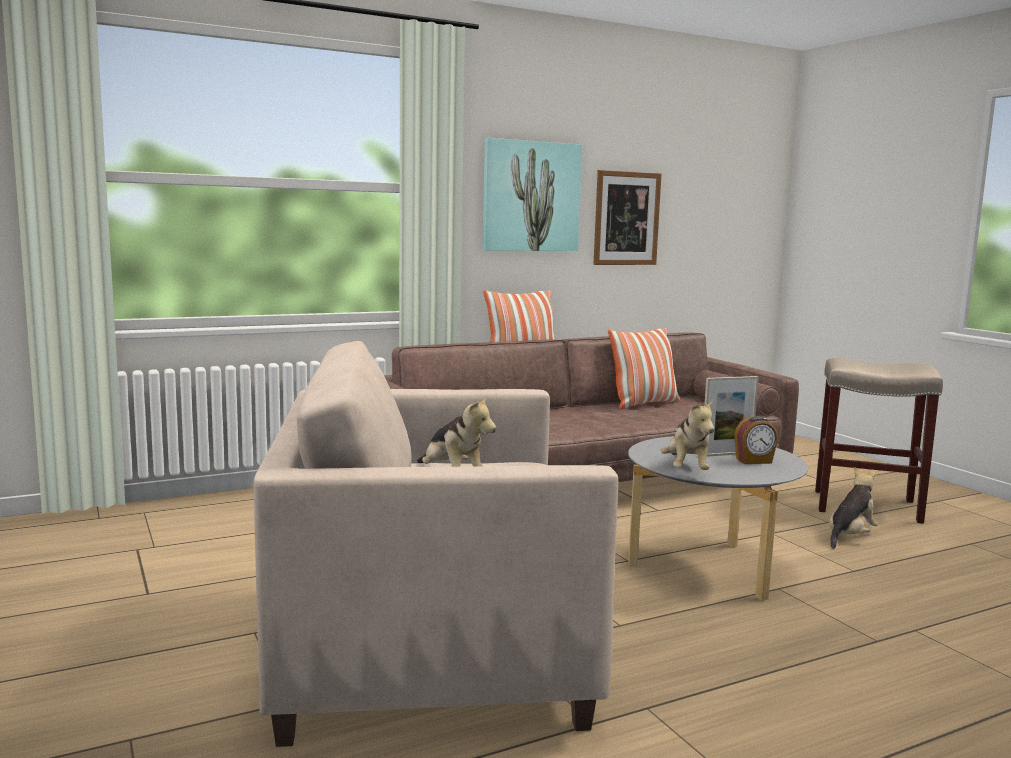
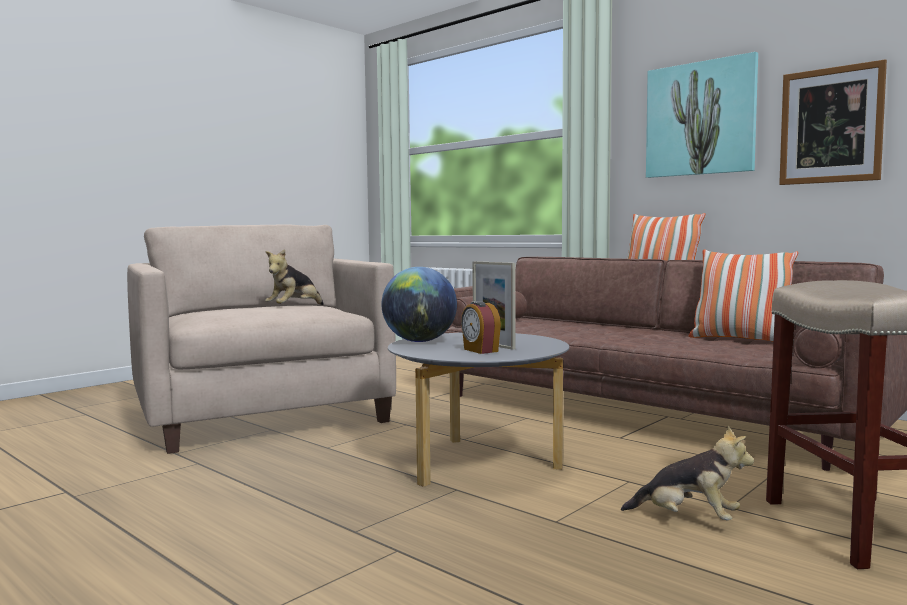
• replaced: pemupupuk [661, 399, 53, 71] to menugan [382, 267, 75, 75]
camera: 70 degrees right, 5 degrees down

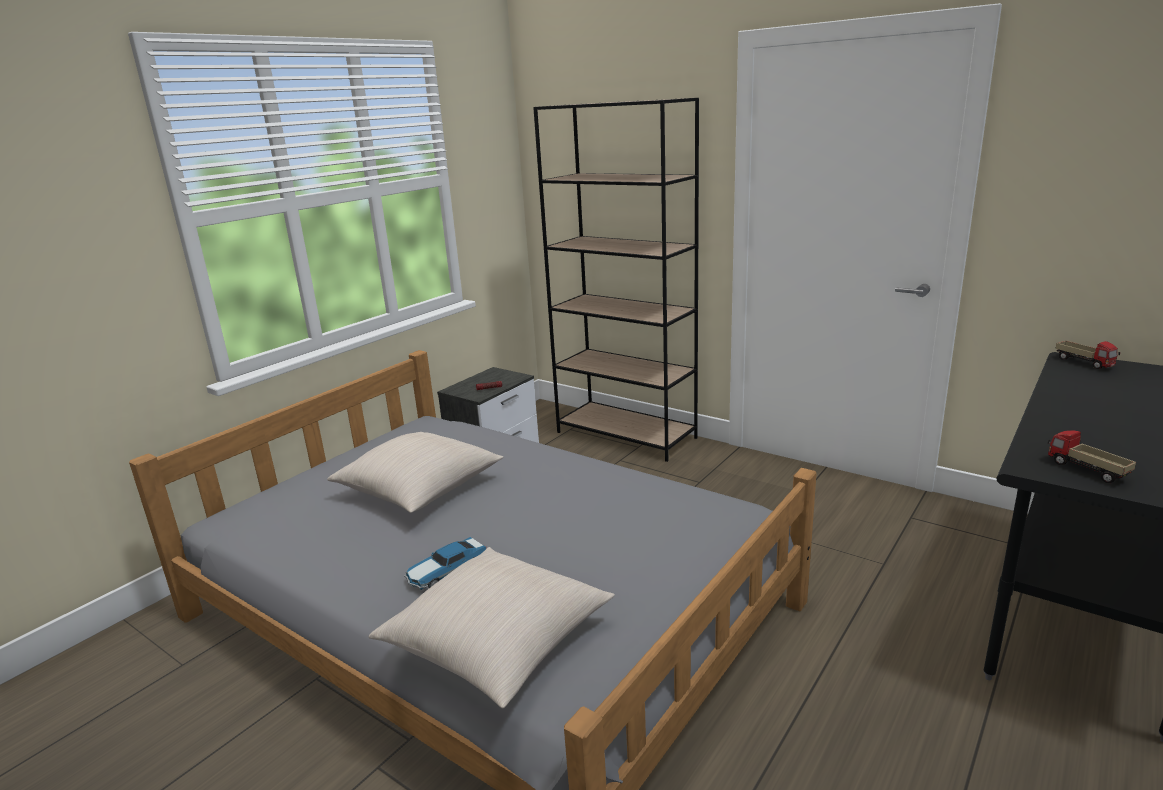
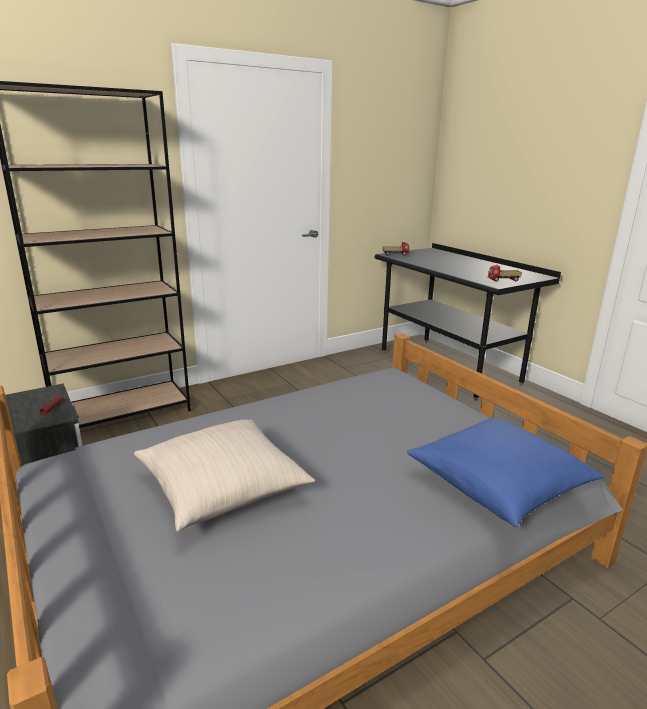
• removed: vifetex [404, 537, 83, 53]
• recoloured: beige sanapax [369, 547, 246, 161] to blue sanapax [407, 418, 197, 109]
camera: 70 degrees left, 0 degrees up

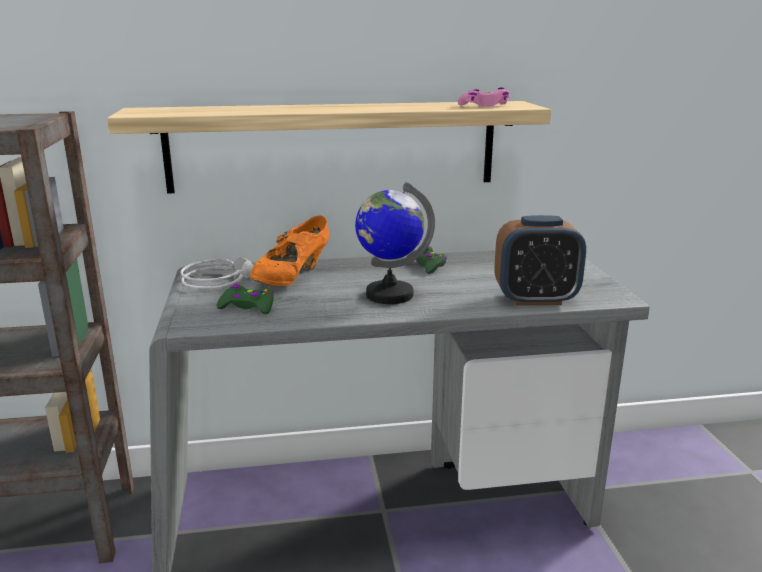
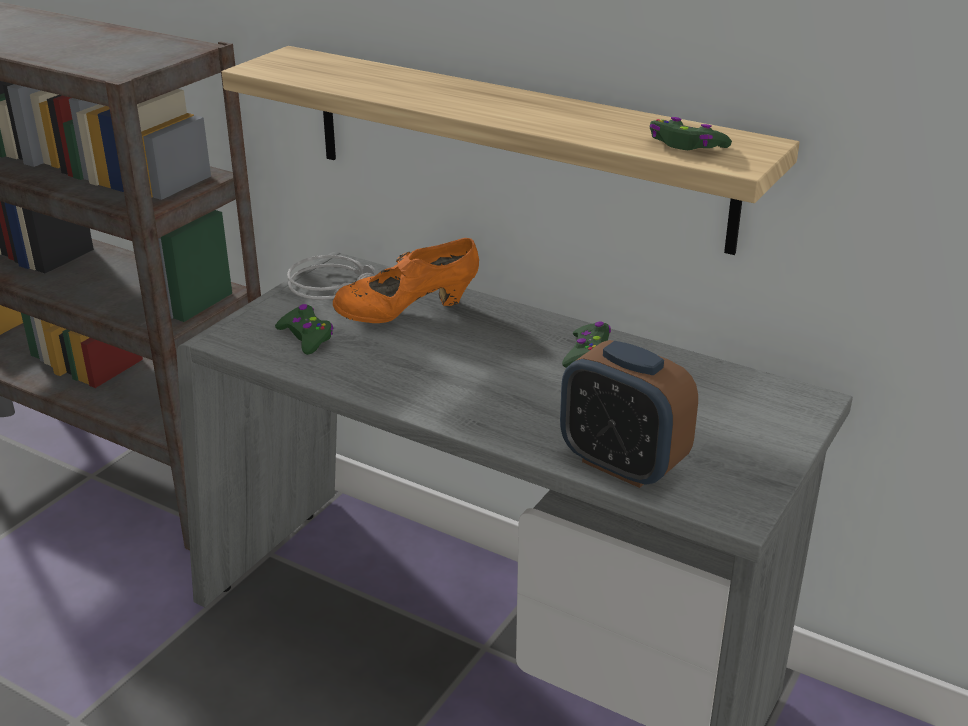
• recoloured: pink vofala [458, 87, 52, 19] to green vofala [650, 117, 82, 33]
• removed: menugan [355, 182, 80, 122]
camera: 40 degrees right, 10 degrees up

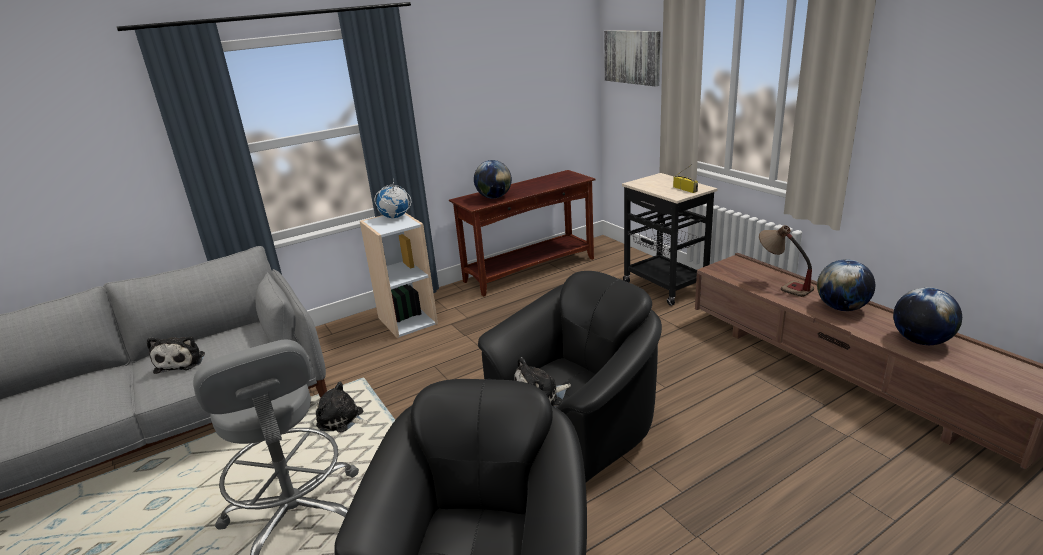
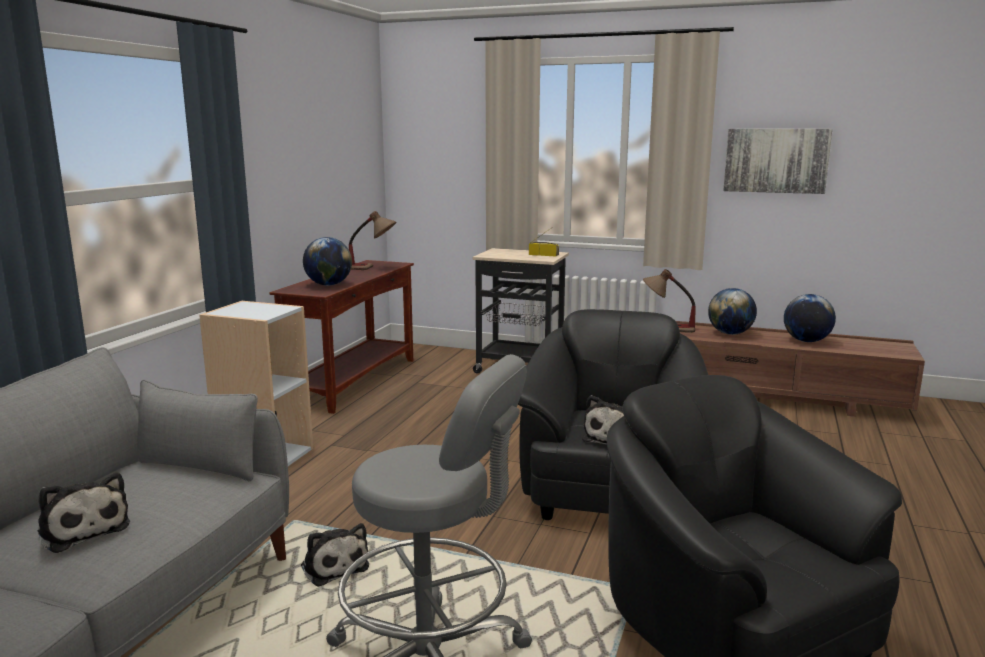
• moved: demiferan [604, 30, 56, 57] to [723, 129, 109, 65]
• removed: menugan [374, 181, 37, 37]
• turned: pemupupuk [316, 382, 53, 51] = [301, 523, 68, 64] 105 degrees counterclockwise
• added: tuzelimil [349, 211, 47, 59]
camera: 40 degrees left, 10 degrees down

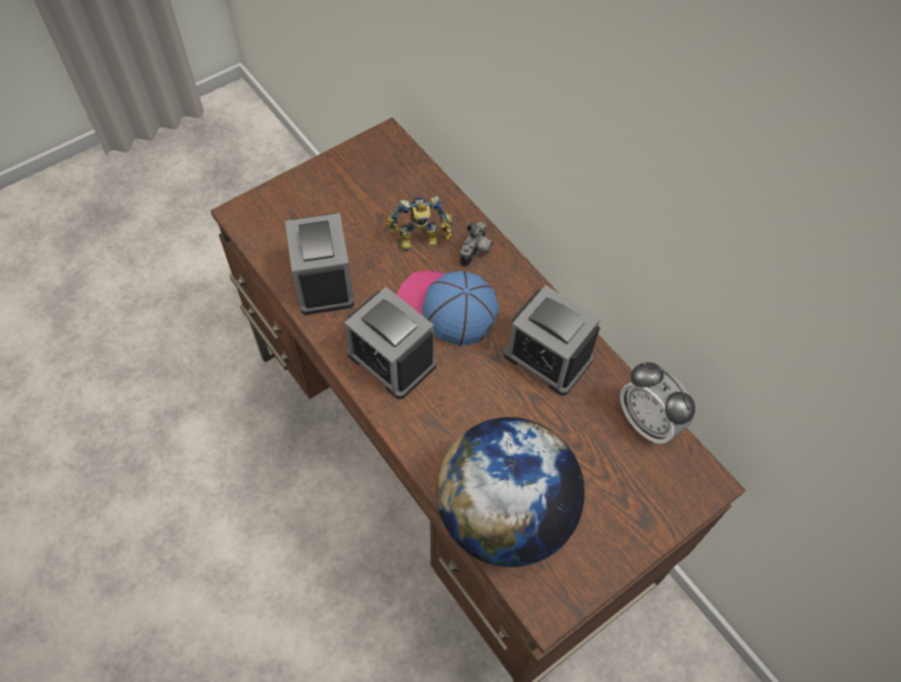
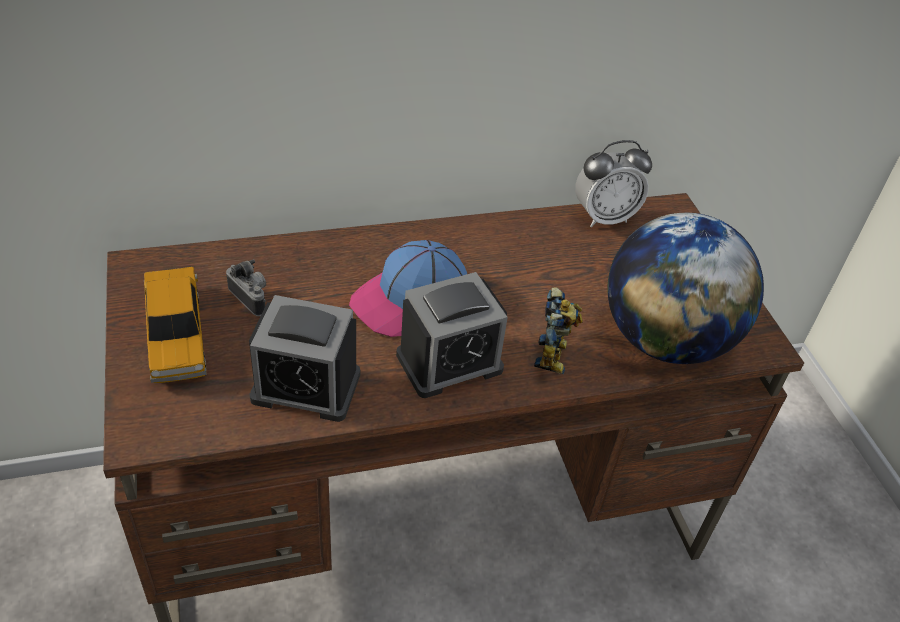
• moved: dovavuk [386, 196, 67, 55] to [534, 287, 49, 87]
• moved: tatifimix [460, 222, 33, 45] to [226, 259, 40, 57]
• removed: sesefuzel [503, 285, 97, 111]
• added: vifetex [144, 267, 63, 116]
camera: 70 degrees left, 15 degrees down

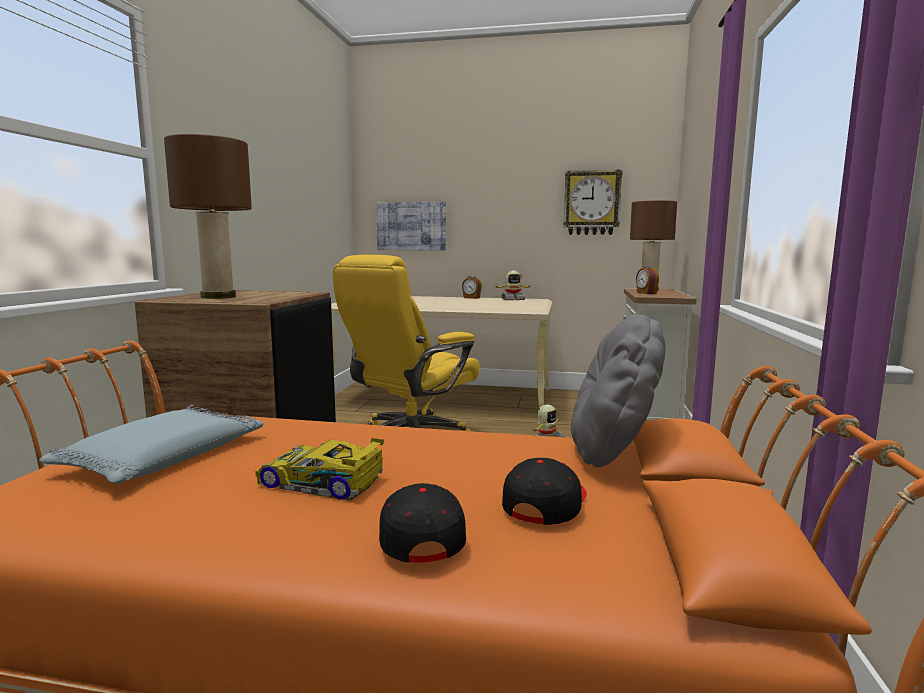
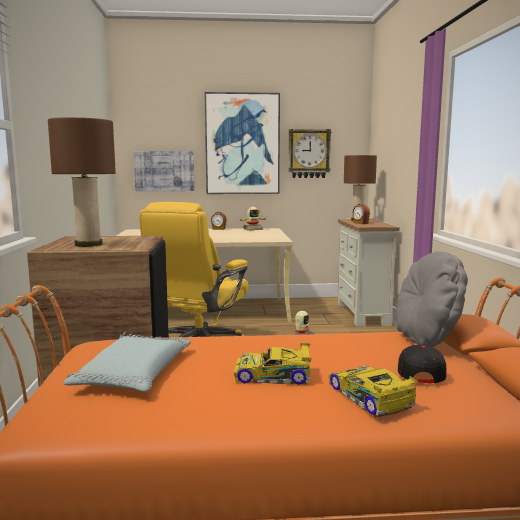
• replaced: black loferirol [379, 483, 87, 80] to vifetex [328, 365, 90, 52]
• added: demiferan [204, 92, 76, 102]
camera: 15 degrees left, 0 degrees up

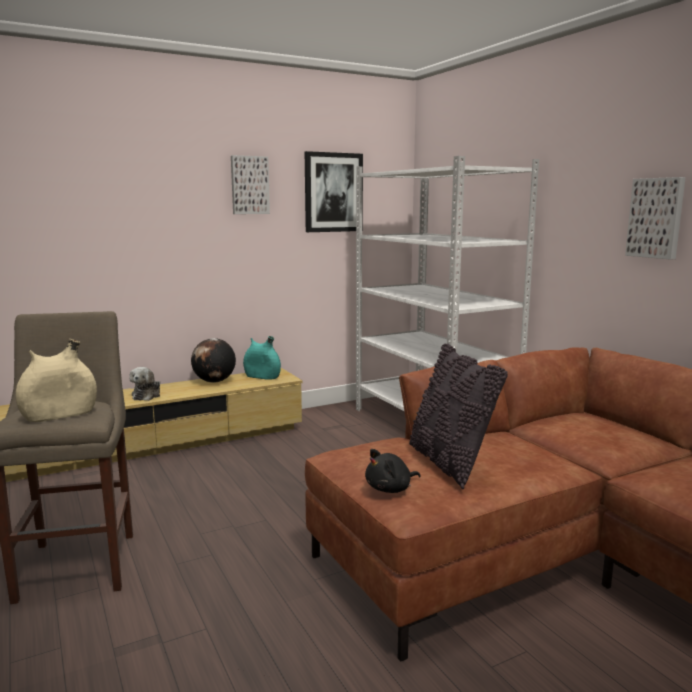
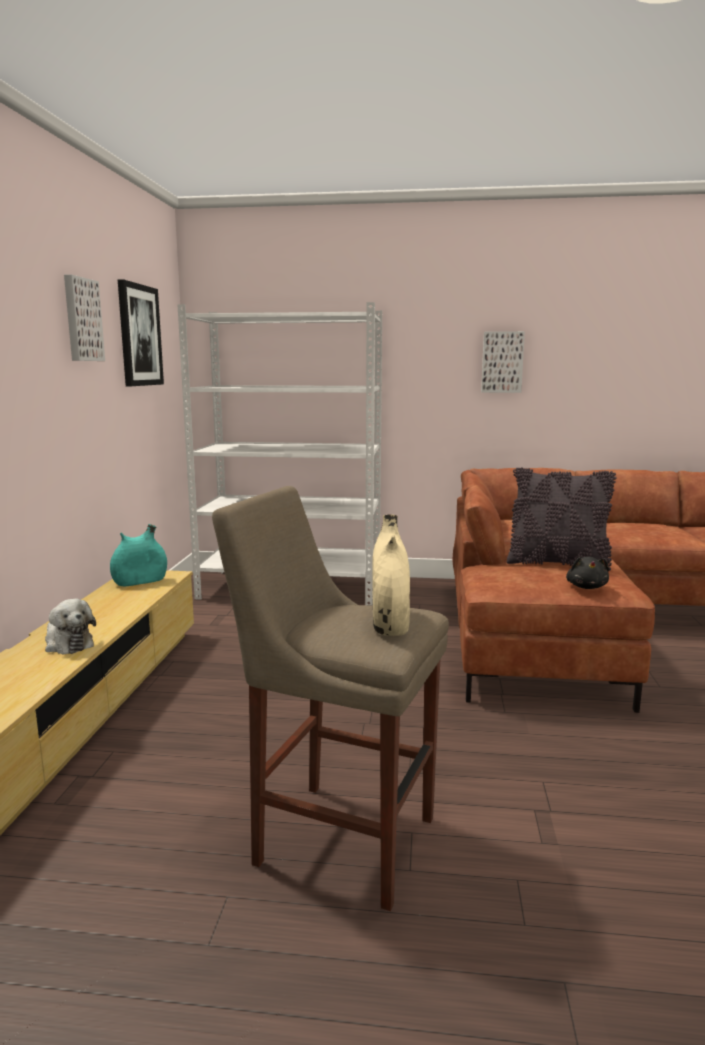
• removed: menugan [191, 338, 45, 45]
camera: 55 degrees left, 0 degrees up

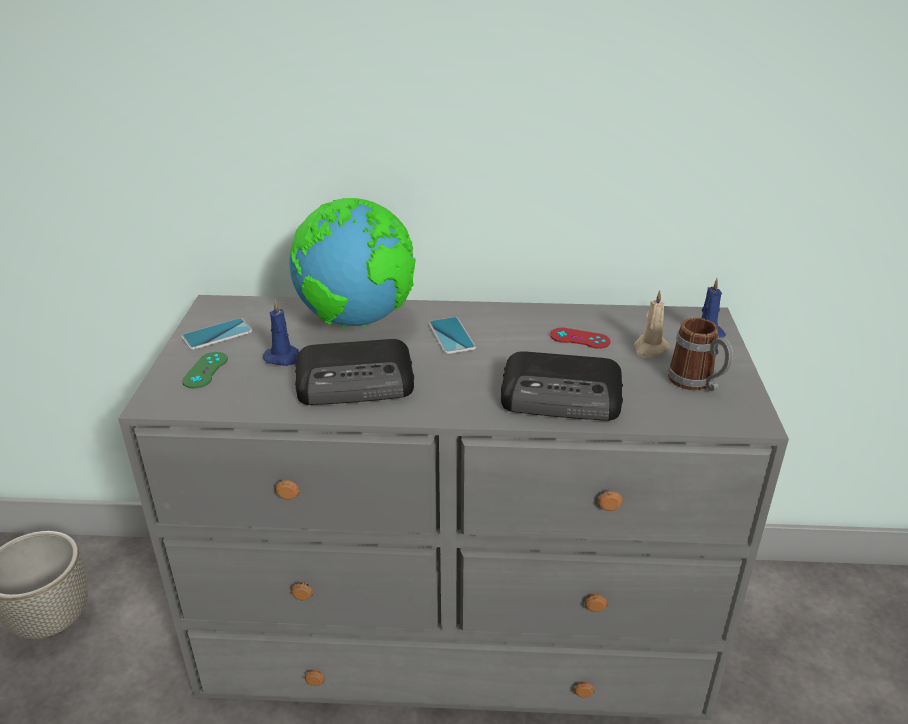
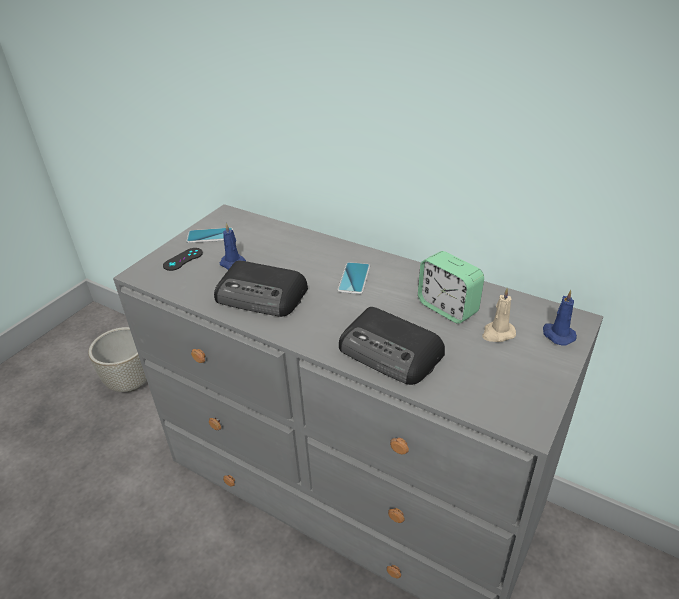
• removed: menugan [289, 198, 127, 129]
• removed: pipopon [667, 318, 66, 73]
• replaced: red vofala [550, 328, 60, 21] to sesefuzel [418, 251, 66, 73]
• recoloured: green vofala [182, 352, 46, 36] to black vofala [163, 248, 40, 23]
camera: 30 degrees right, 5 degrees up

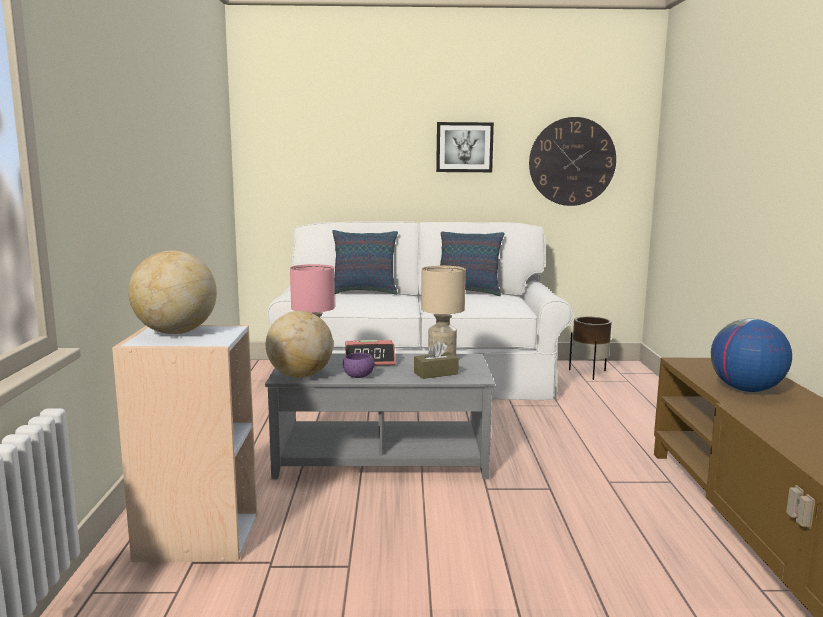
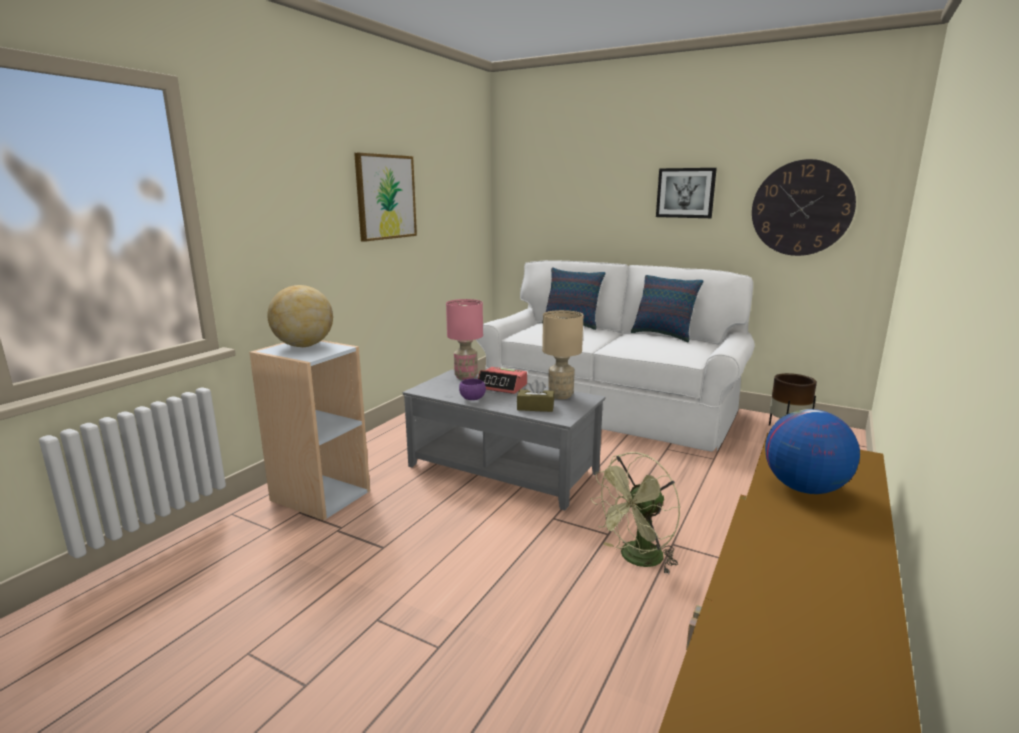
• removed: menugan [266, 311, 67, 67]
• added: demiferan [354, 153, 63, 89]
• added: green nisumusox [591, 452, 89, 122]
camera: 30 degrees right, 5 degrees up

